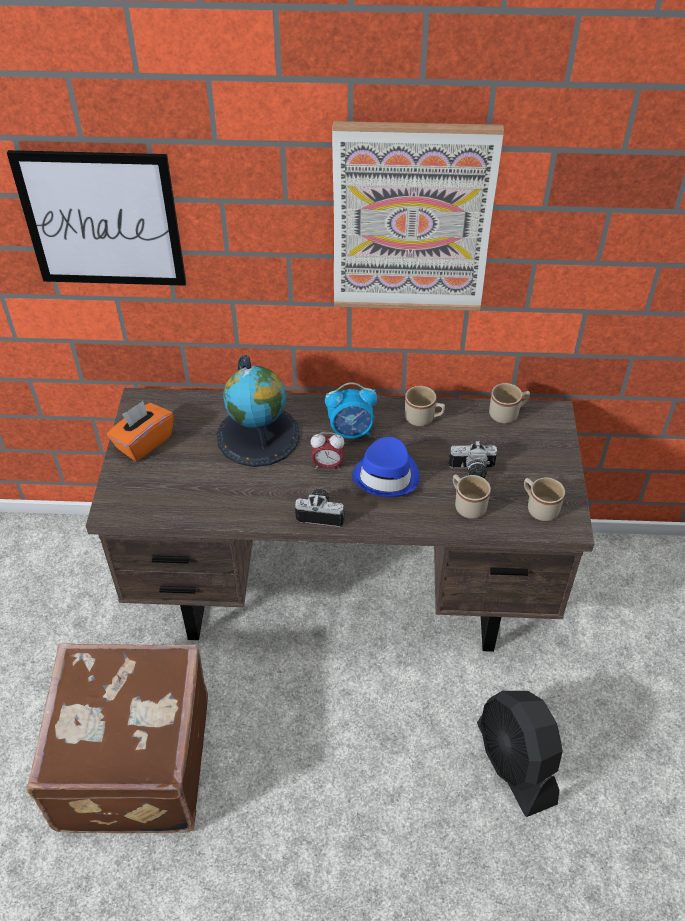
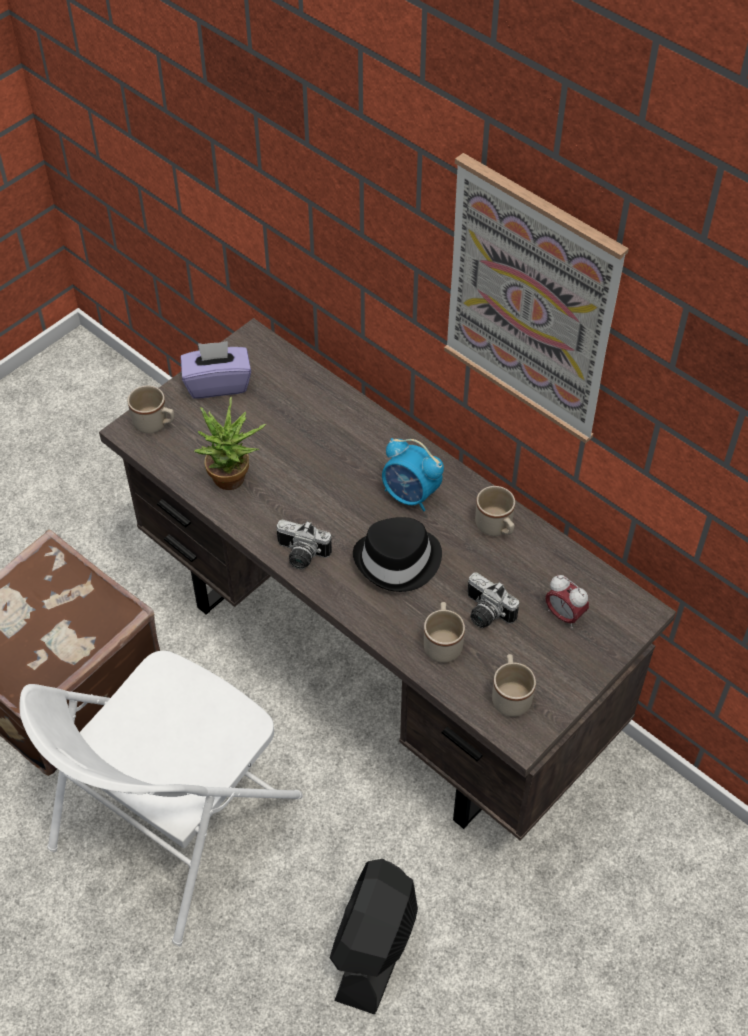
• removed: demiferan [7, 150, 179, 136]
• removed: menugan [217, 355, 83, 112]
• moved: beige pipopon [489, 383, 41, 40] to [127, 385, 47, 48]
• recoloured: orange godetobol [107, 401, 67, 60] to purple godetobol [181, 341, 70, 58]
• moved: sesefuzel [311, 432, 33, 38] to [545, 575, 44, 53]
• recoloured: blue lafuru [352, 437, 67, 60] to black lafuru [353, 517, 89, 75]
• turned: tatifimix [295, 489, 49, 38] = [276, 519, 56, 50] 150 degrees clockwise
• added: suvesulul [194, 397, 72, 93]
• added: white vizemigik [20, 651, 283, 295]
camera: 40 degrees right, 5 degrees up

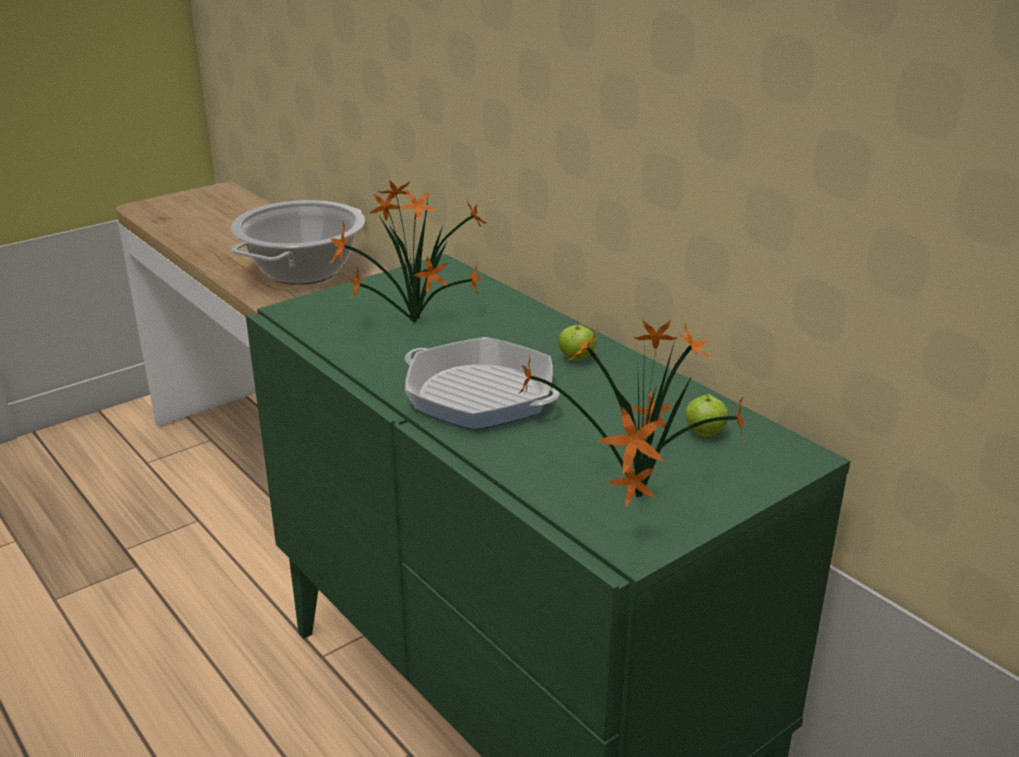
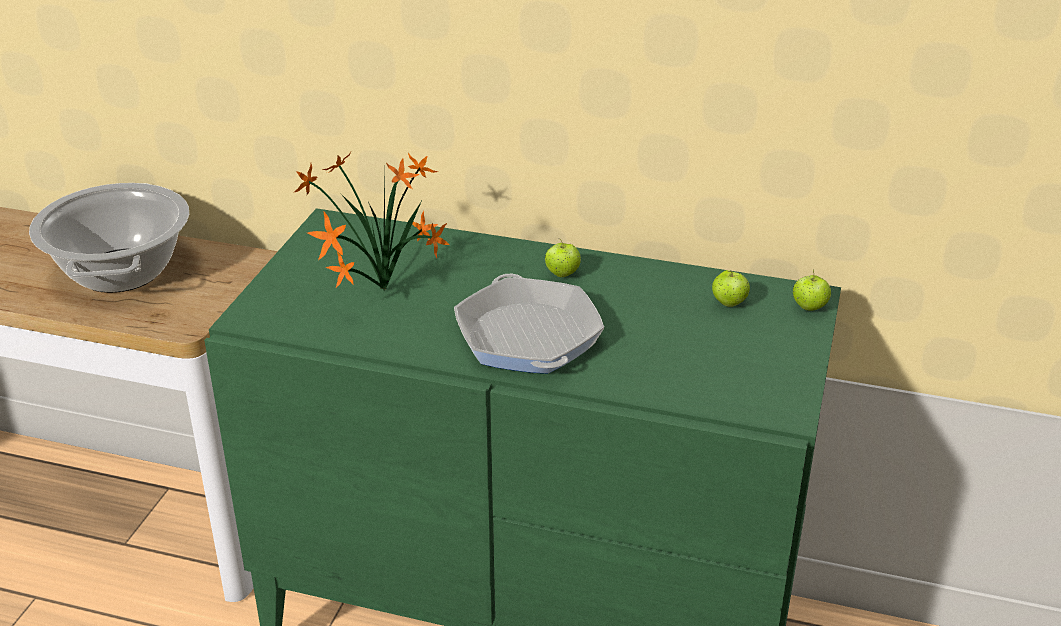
• removed: suvesulul [519, 320, 228, 186]
• turned: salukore [405, 337, 154, 93] = [454, 274, 150, 100] 105 degrees counterclockwise
• added: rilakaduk [793, 270, 38, 41]
camera: 35 degrees left, 5 degrees up

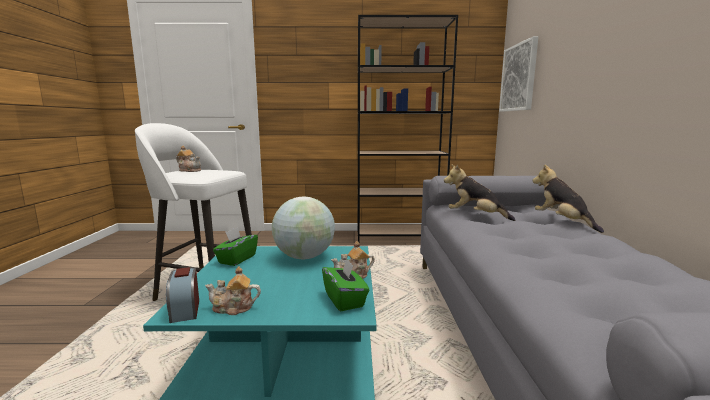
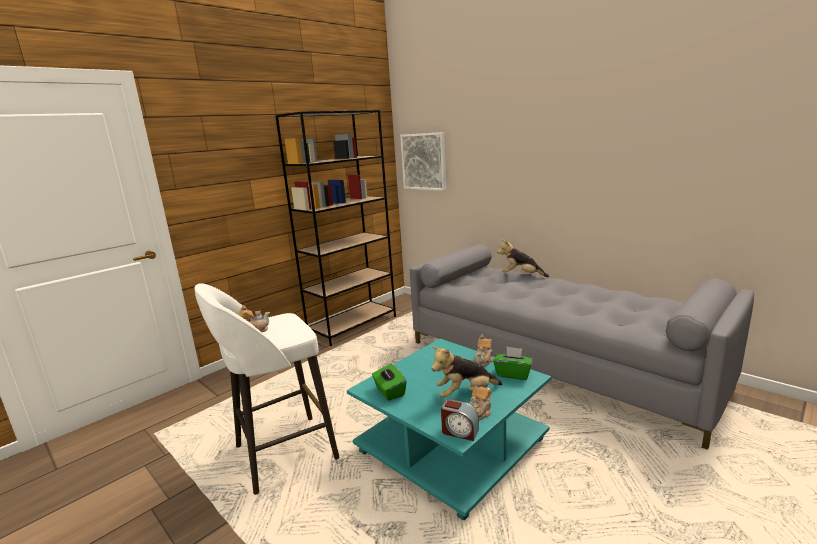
• moved: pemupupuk [444, 164, 71, 57] to [431, 346, 71, 51]
• removed: menugan [272, 197, 63, 62]
camera: 45 degrees left, 5 degrees up

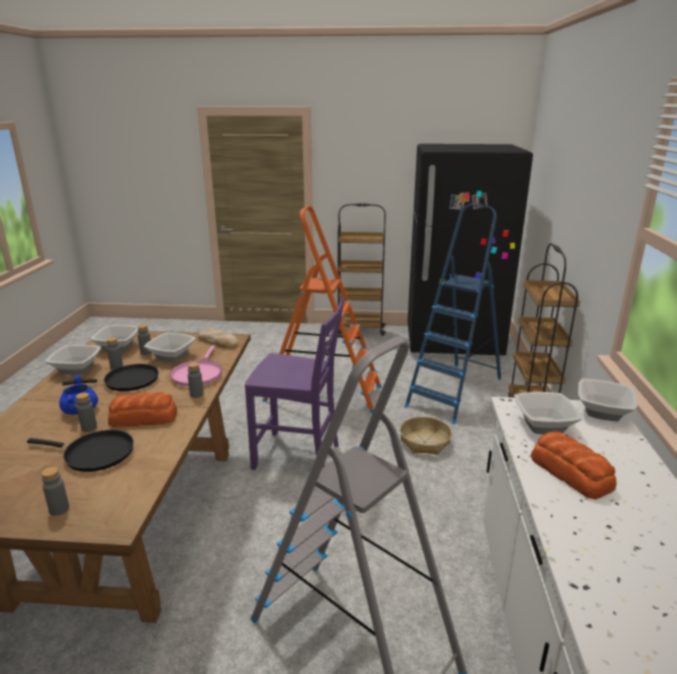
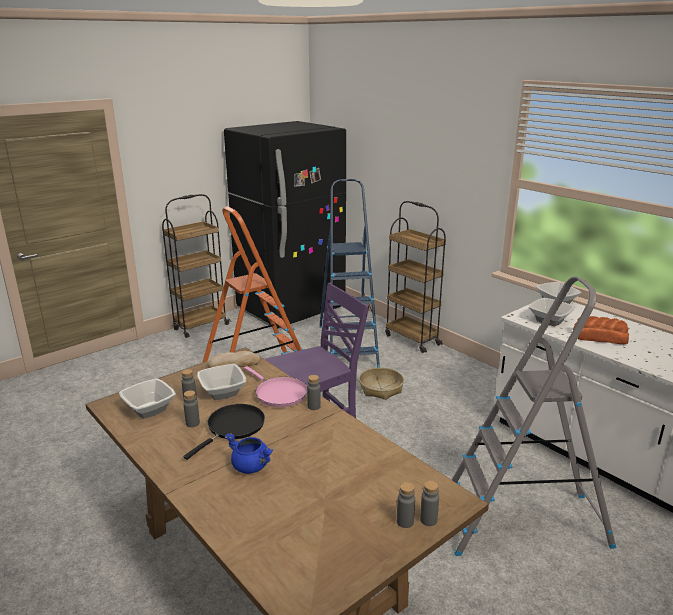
• removed: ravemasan [45, 345, 56, 30]
• moved: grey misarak [76, 392, 21, 40] to [420, 480, 19, 46]
• removed: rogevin [108, 392, 69, 35]
• removed: black salukore [27, 430, 107, 42]
camera: 45 degrees left, 0 degrees up

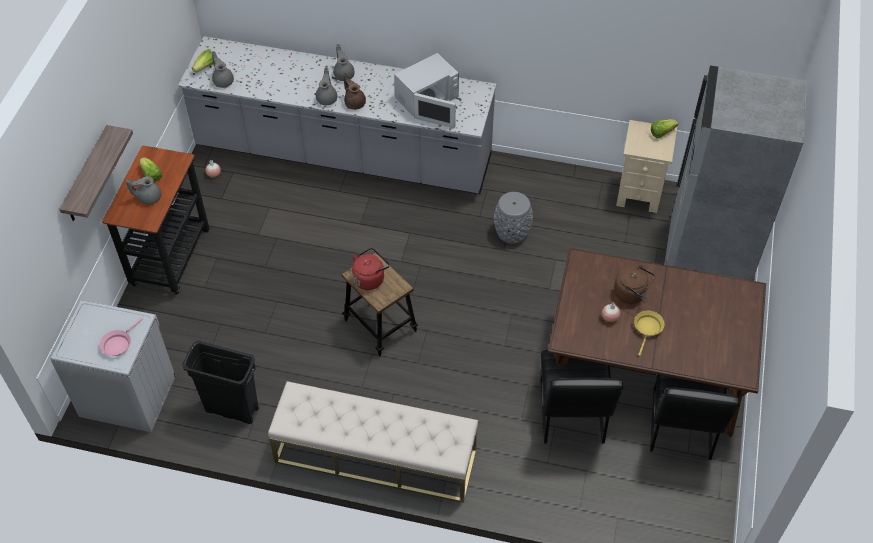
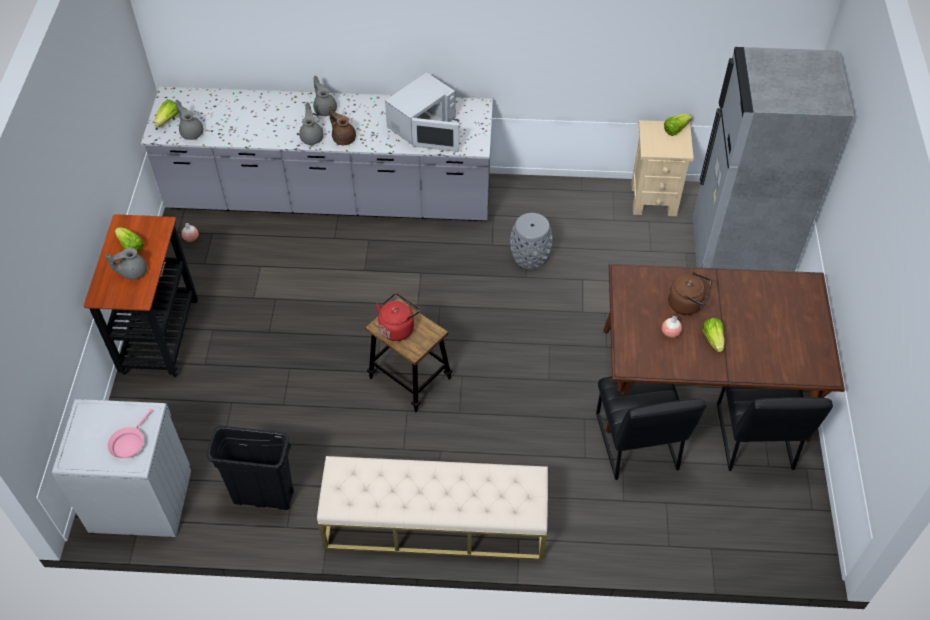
• removed: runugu [59, 125, 74, 96]
• replaced: yellow salukore [634, 311, 30, 45] to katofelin [702, 318, 23, 34]
camera: 10 degrees left, 0 degrees up

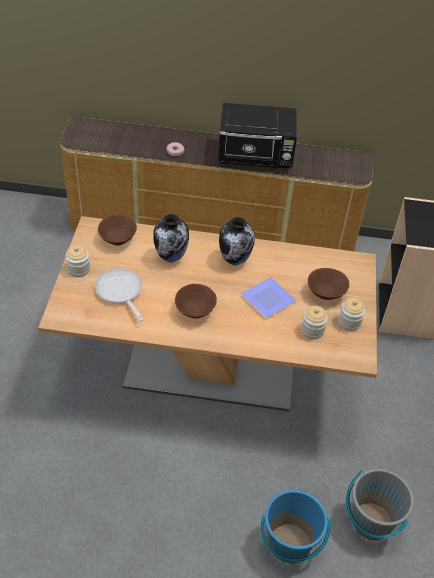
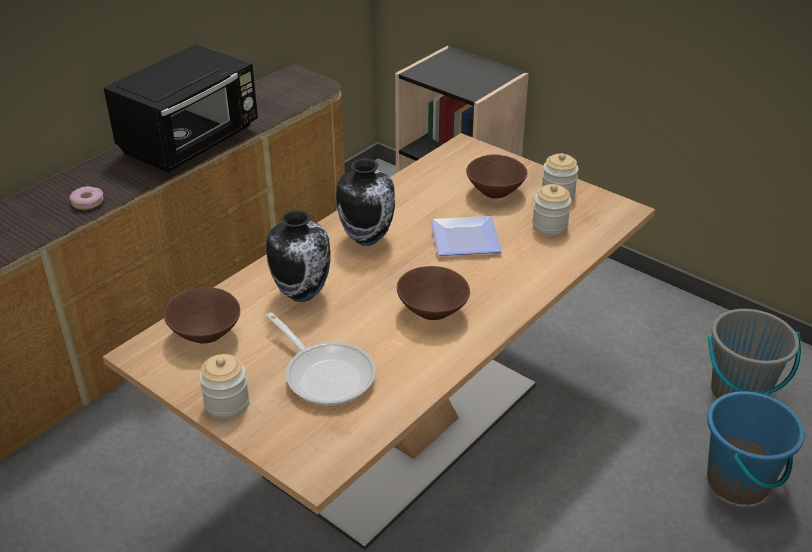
• turned: salukore [95, 268, 49, 53] = [266, 312, 110, 94] 135 degrees counterclockwise
camera: 55 degrees left, 10 degrees down

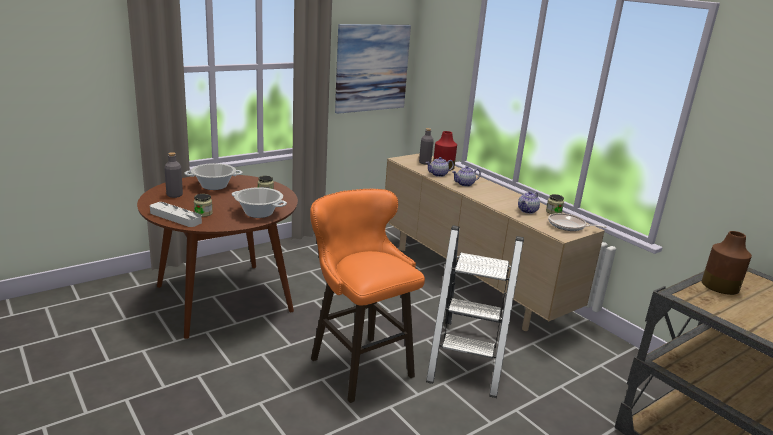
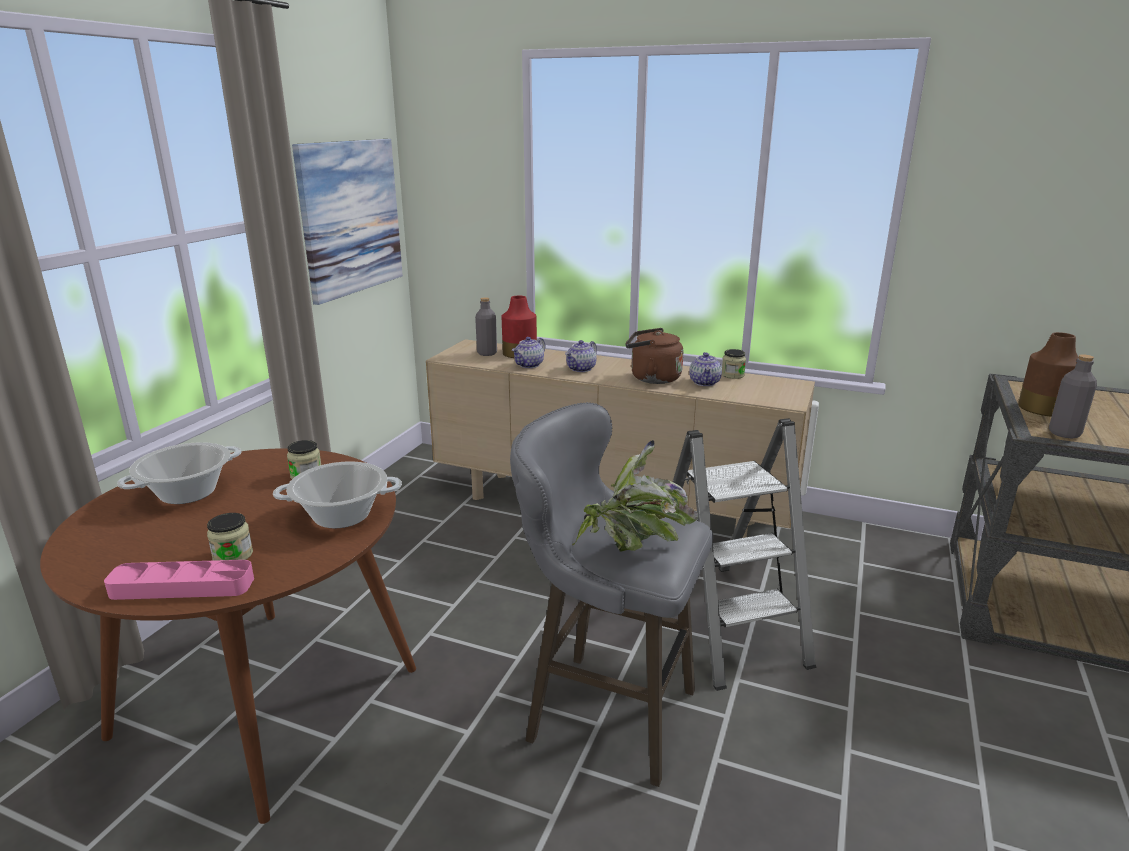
• moved: grey misarak [164, 152, 19, 46] to [1049, 354, 48, 85]
• recoloured: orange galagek [310, 189, 115, 214] to grey galagek [510, 402, 203, 385]
• recoloured: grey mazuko [150, 202, 52, 25] to pink mazuko [104, 560, 150, 40]
• removed: salukore [548, 213, 59, 18]
• added: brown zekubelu [625, 328, 58, 56]
• added: suvesulul [572, 441, 126, 111]
camera: 30 degrees left, 0 degrees up

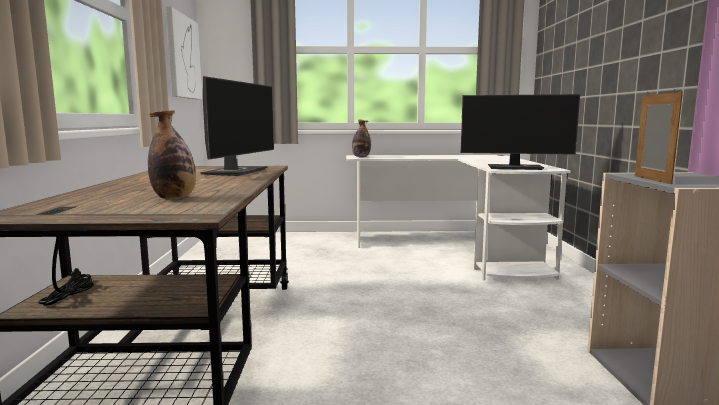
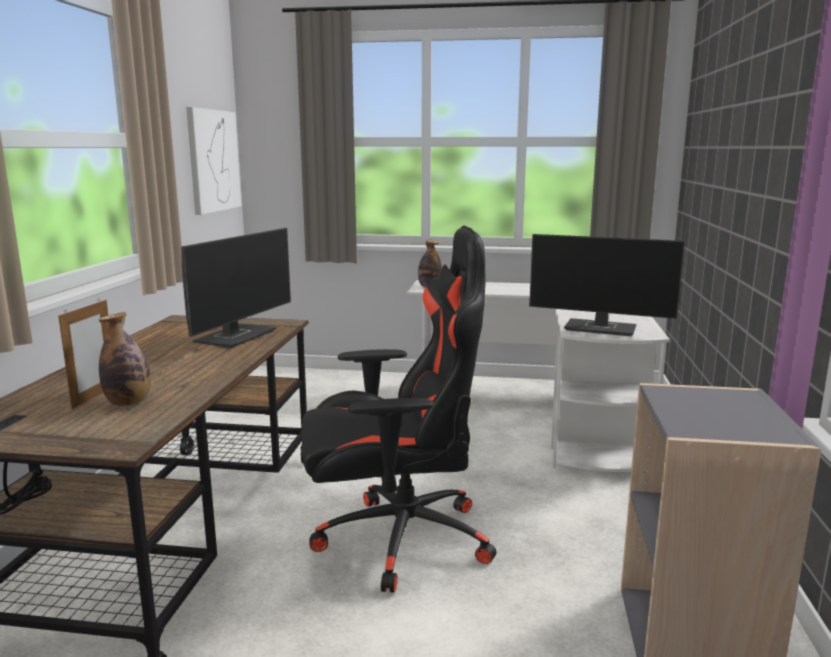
• moved: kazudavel [635, 90, 48, 94] to [58, 299, 51, 110]
• added: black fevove [302, 225, 195, 368]
camera: 10 degrees right, 5 degrees up

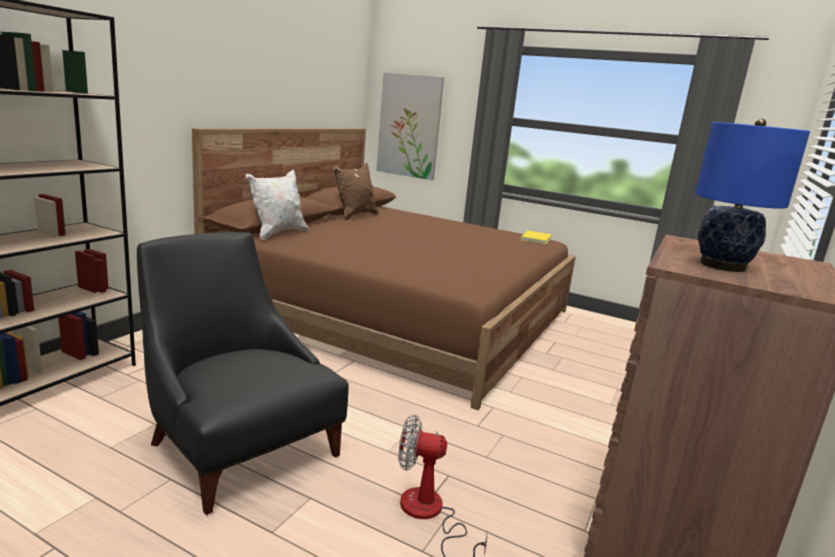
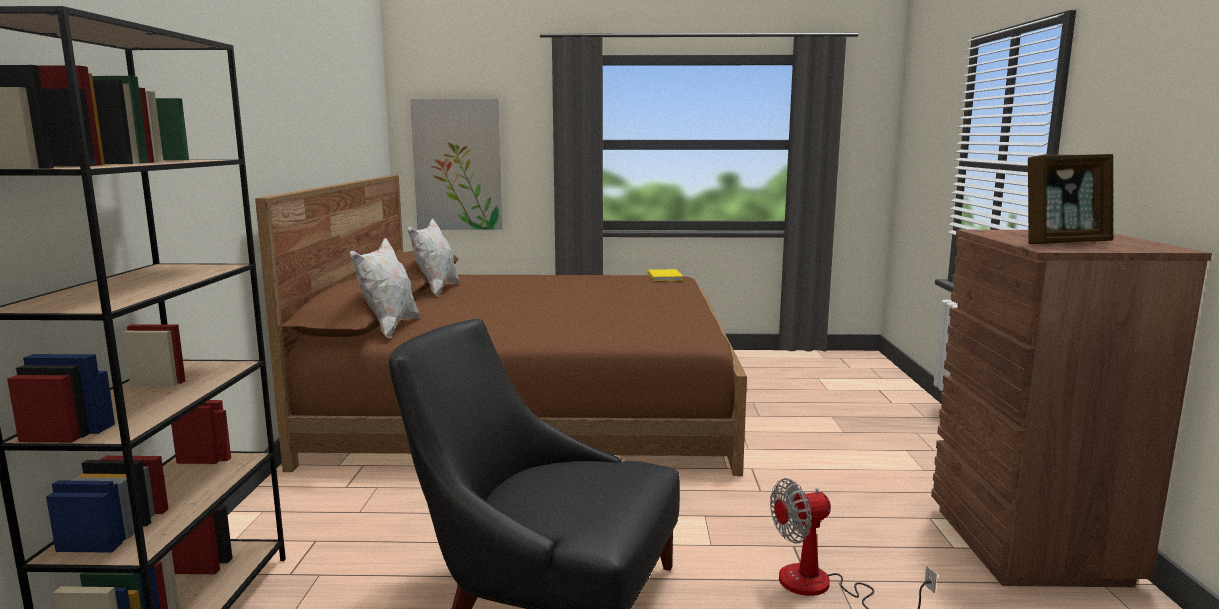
• replaced: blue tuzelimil [695, 119, 115, 153] to kazudavel [1028, 154, 86, 90]
• recoloured: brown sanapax [333, 163, 45, 57] to white sanapax [408, 218, 52, 78]
camera: 25 degrees left, 5 degrees down

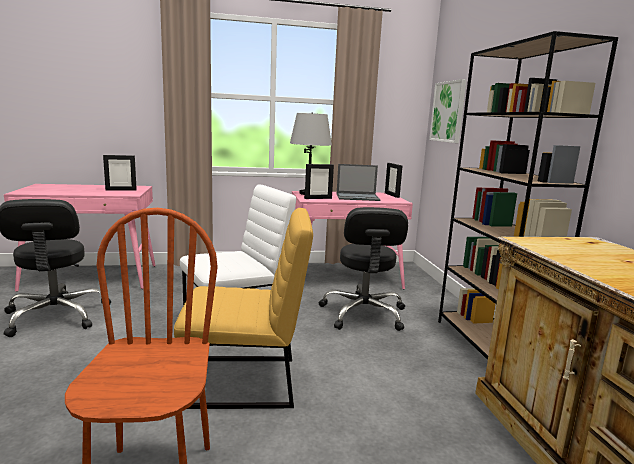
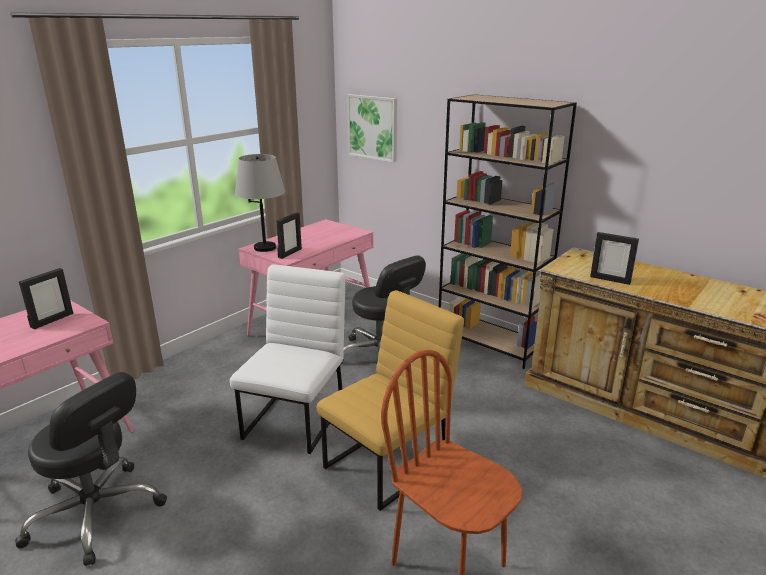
• moved: kazudavel [385, 163, 17, 35] to [590, 232, 49, 53]
• removed: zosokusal [337, 164, 43, 37]
camera: 40 degrees left, 10 degrees up

